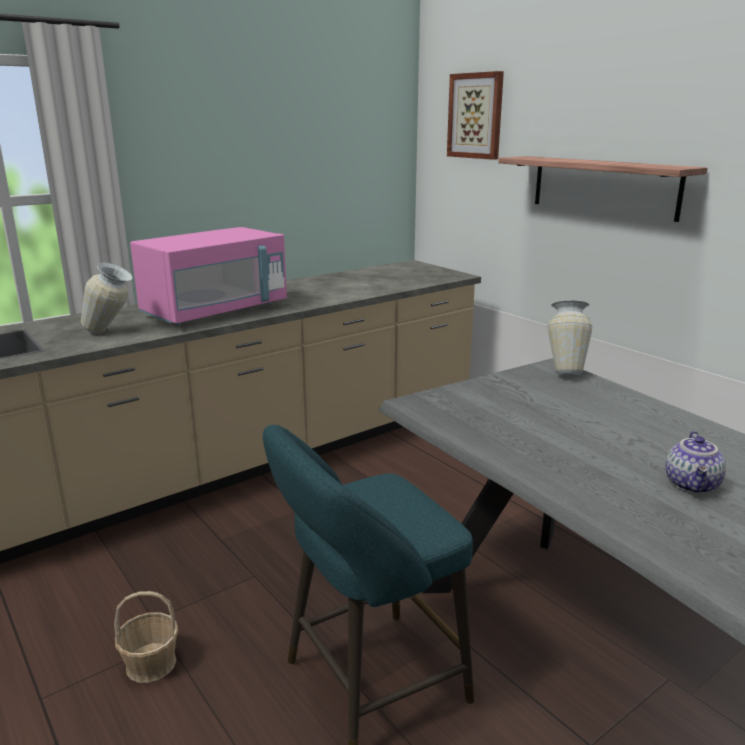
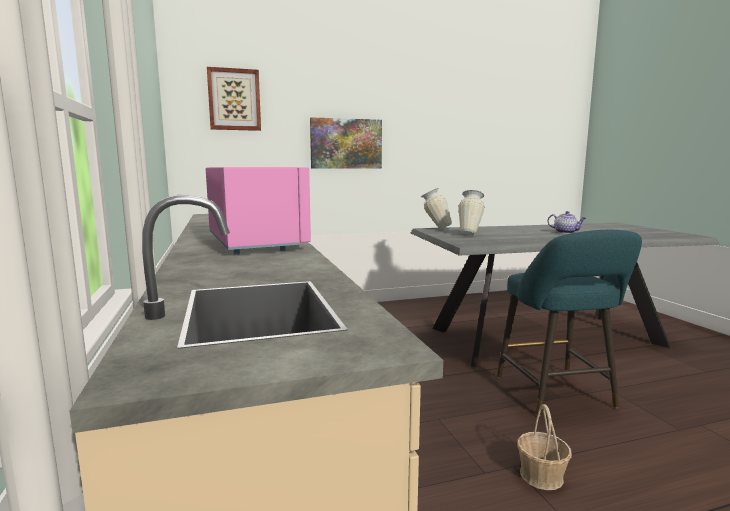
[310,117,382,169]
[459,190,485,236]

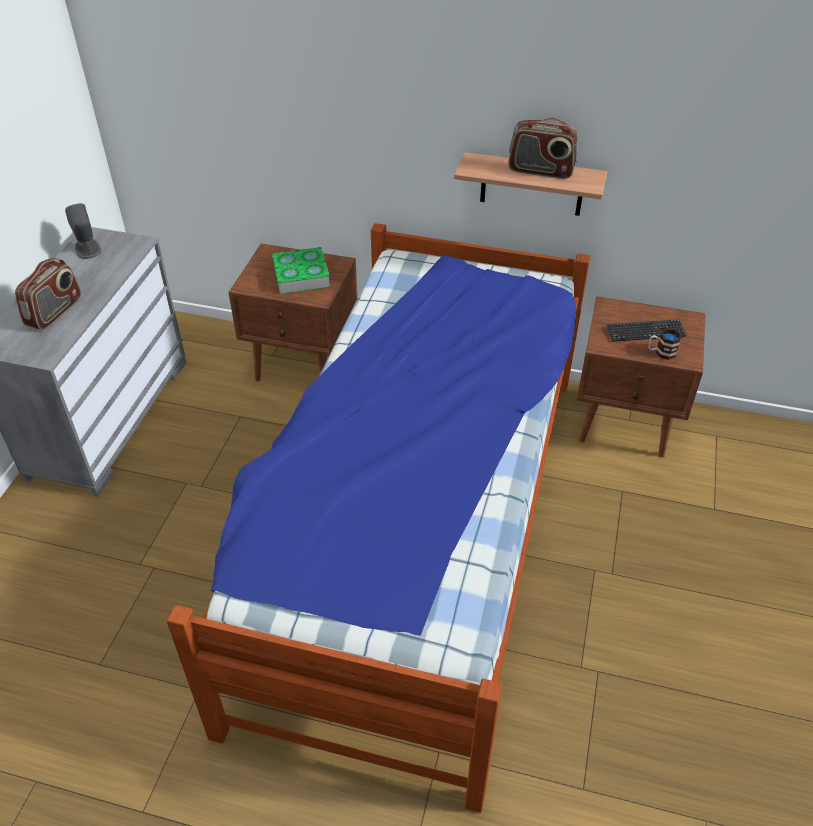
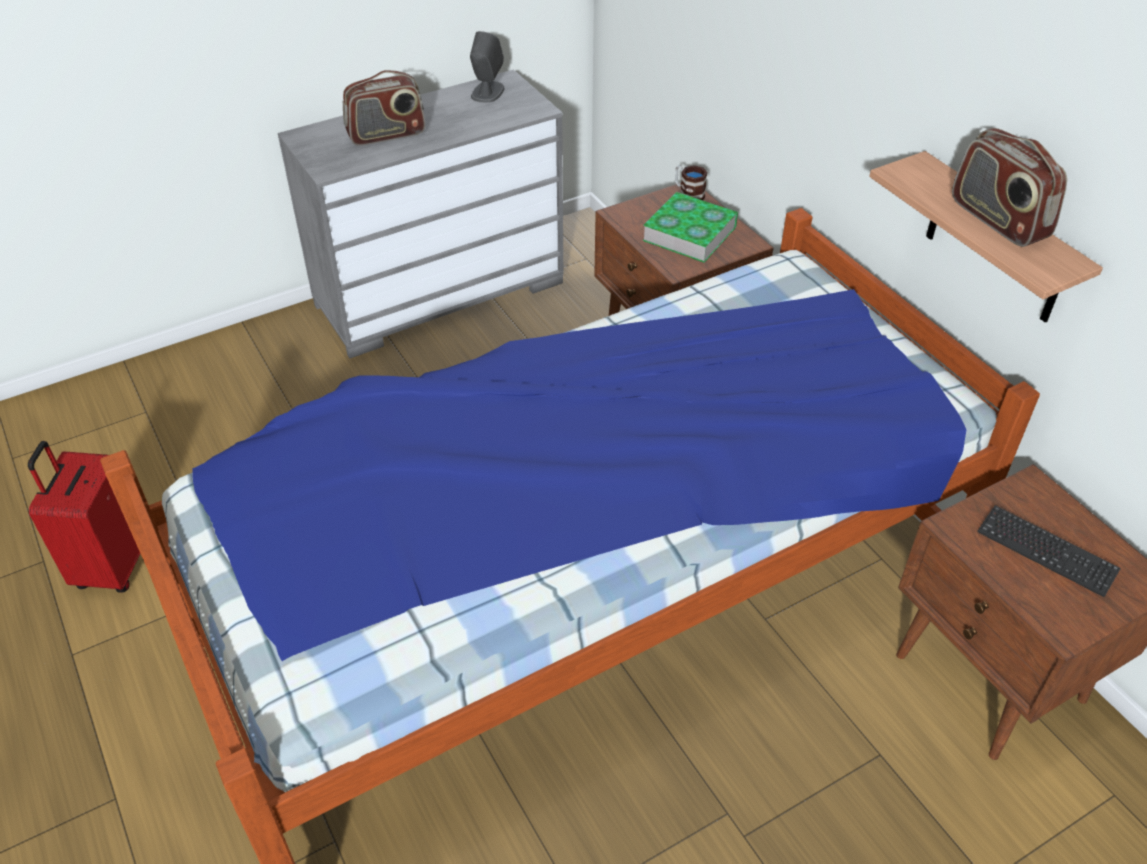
[675,165,708,200]
[28,441,140,593]

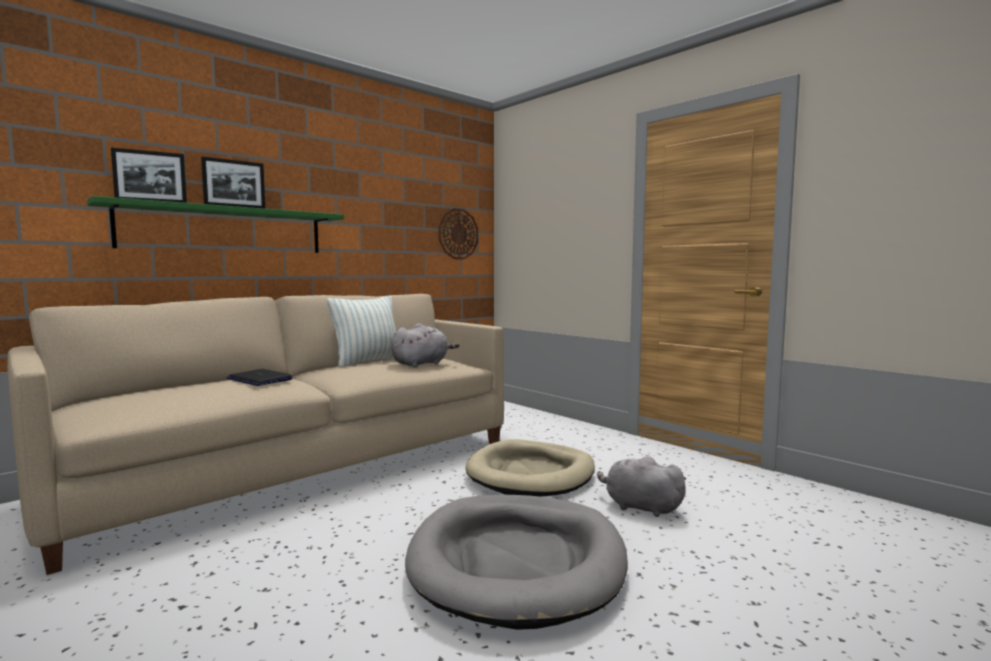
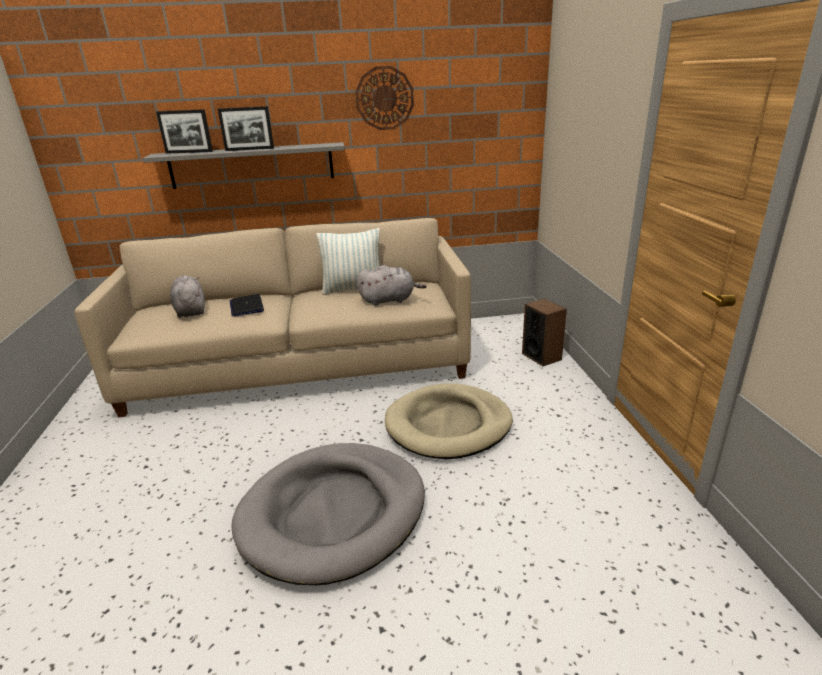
[143,142,345,189]
[355,66,414,130]
[170,275,205,318]
[522,299,567,366]

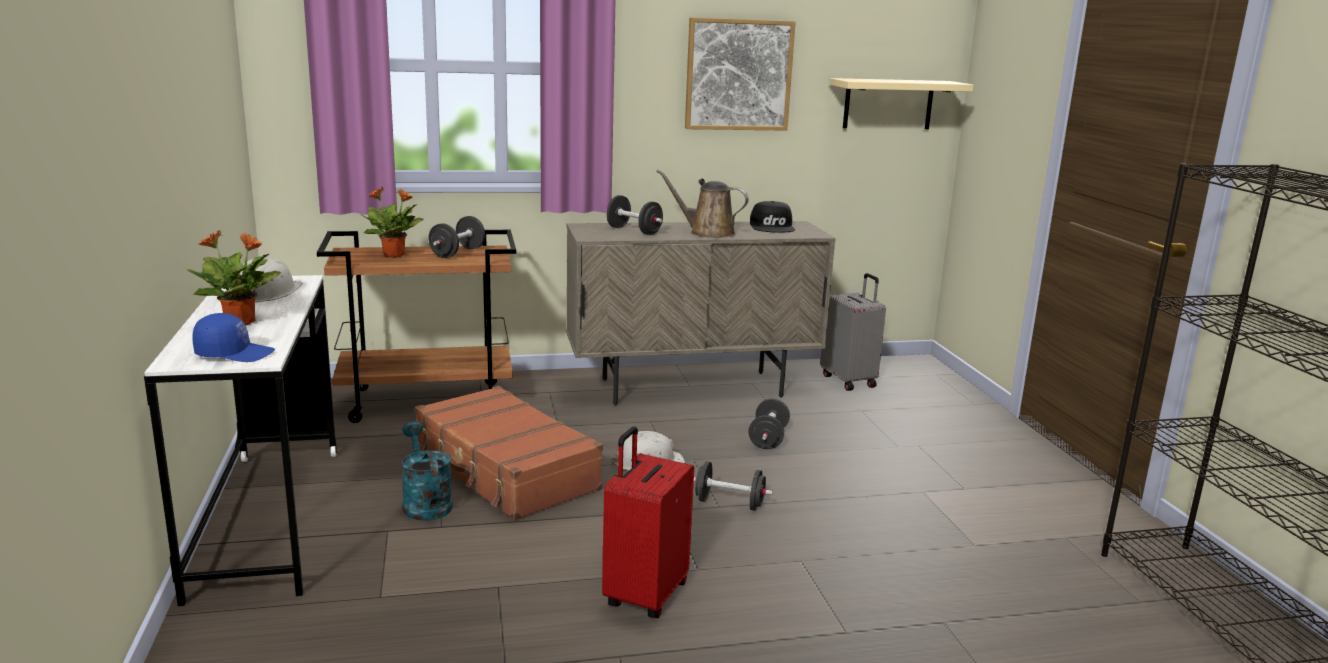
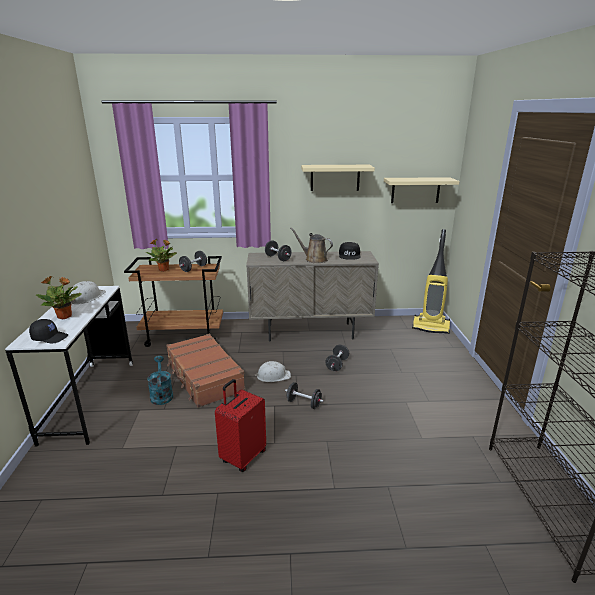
[301,165,375,191]
[820,273,886,391] (first image)
[29,319,68,343]
[412,229,450,334]

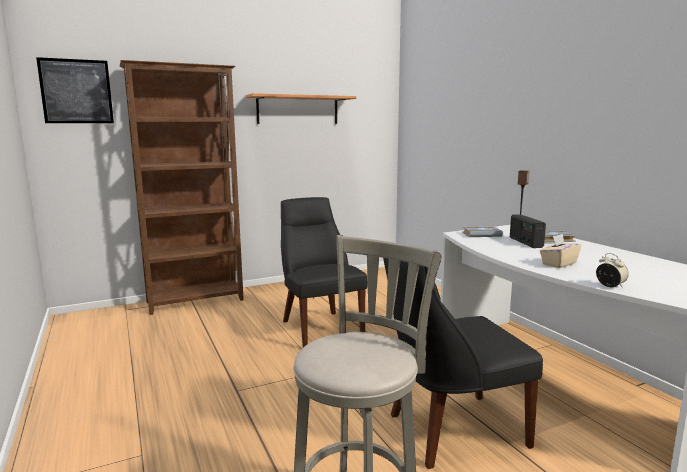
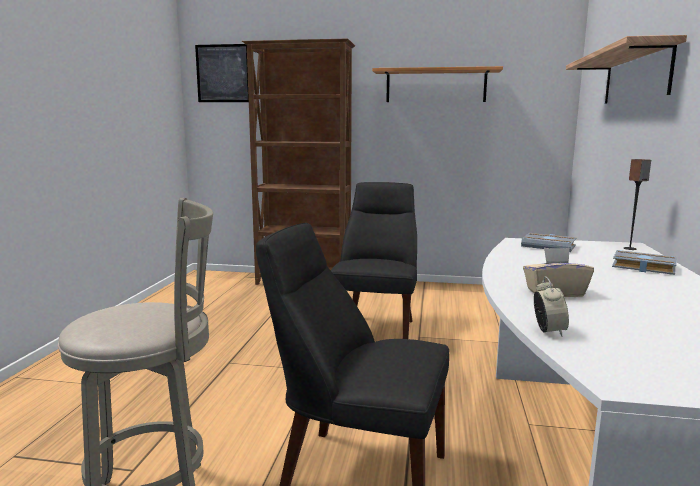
[510,214,546,248] (first image)
[566,35,687,104]

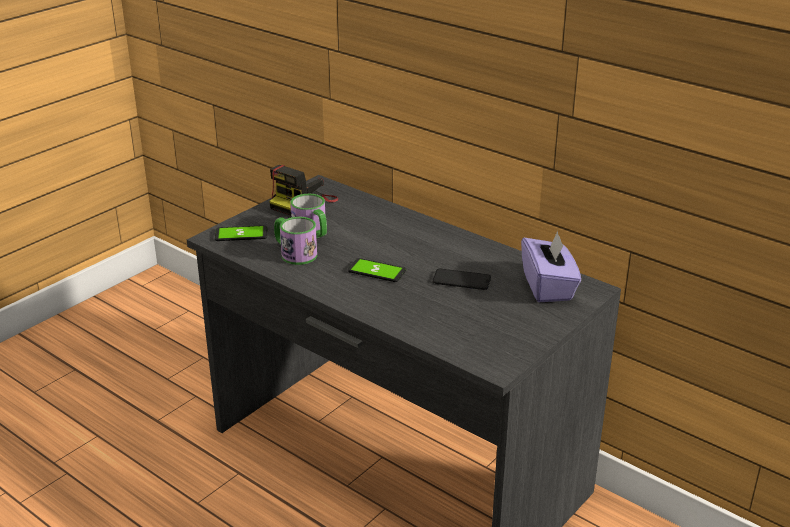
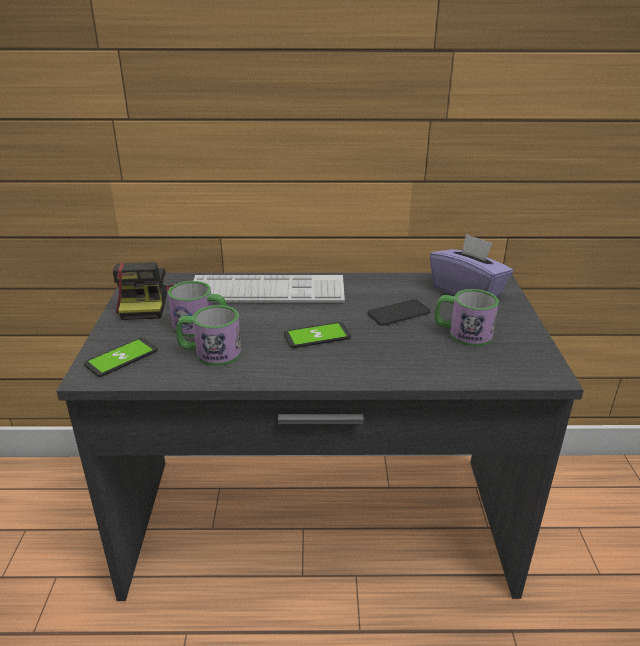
[193,275,345,303]
[435,289,499,346]

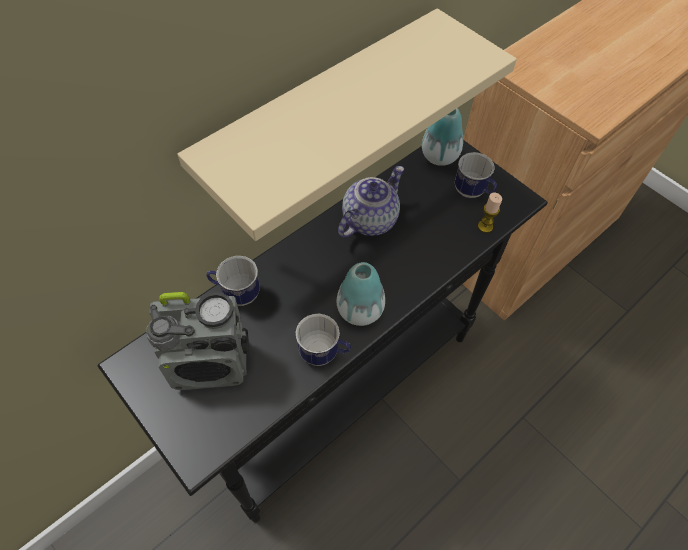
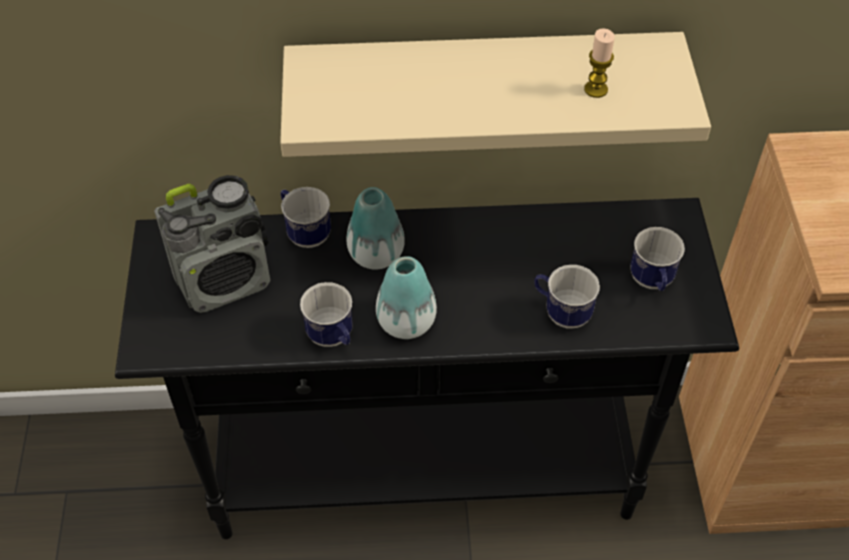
[346,187,405,270]
[338,166,404,238] (first image)
[584,28,615,98]
[154,175,270,313]
[534,265,600,328]

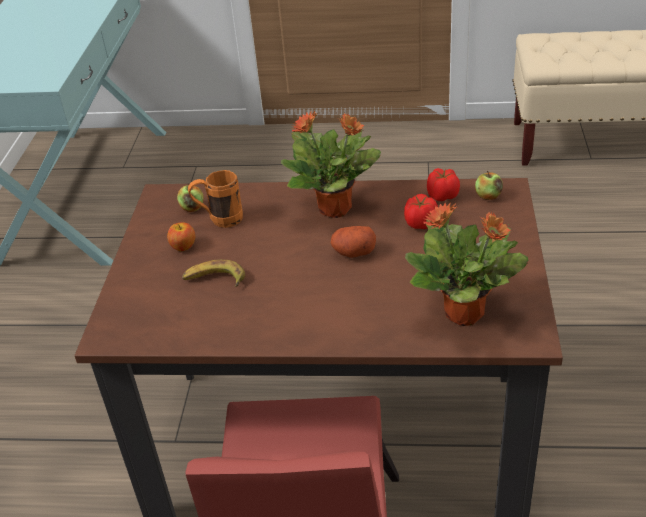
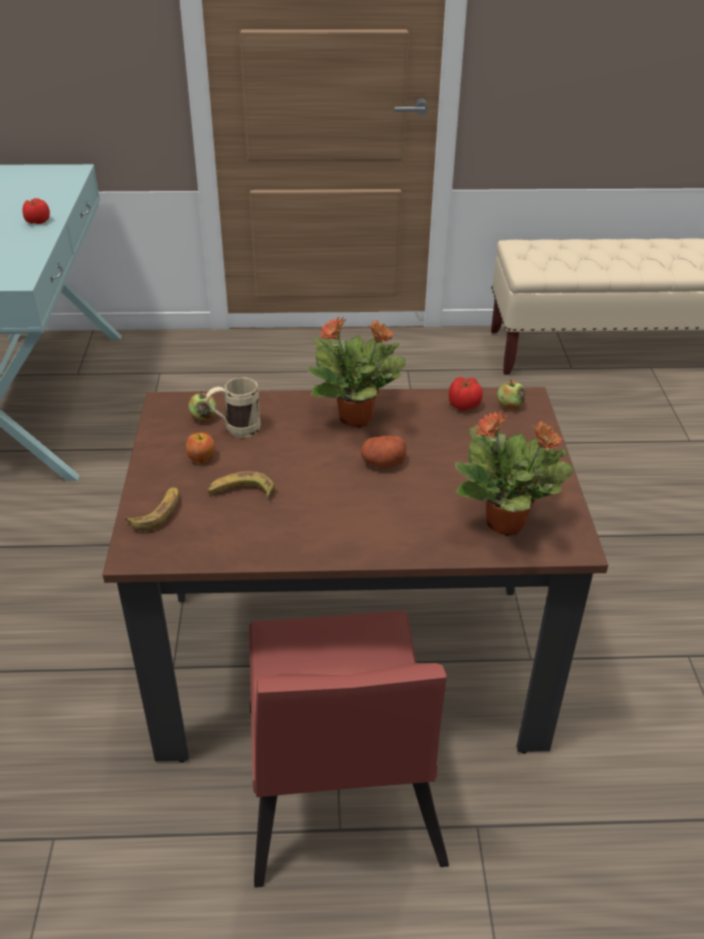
[206,377,261,438]
[22,198,50,224]
[125,487,179,531]

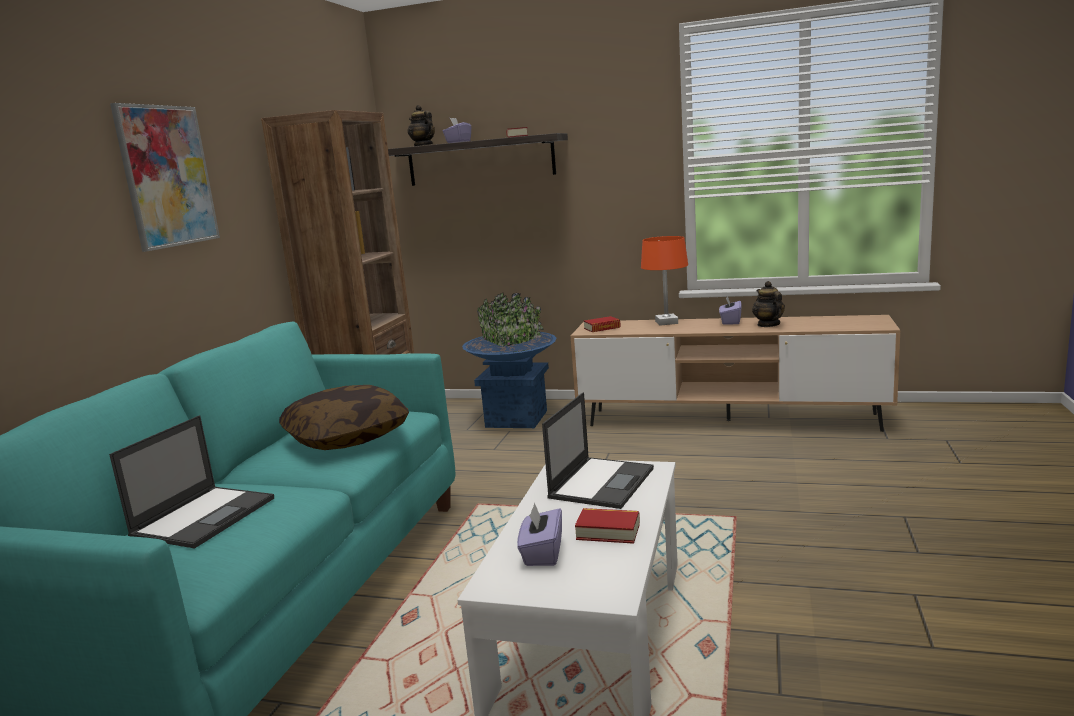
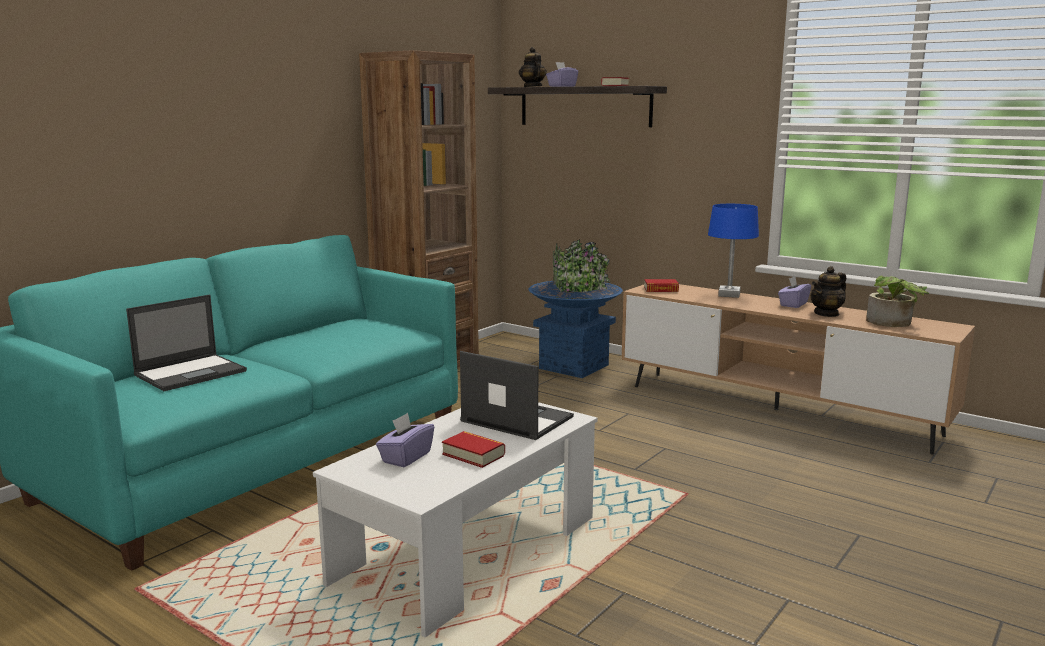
[110,103,220,252] (first image)
[708,204,759,298]
[810,266,846,317]
[279,385,409,450] (first image)
[460,351,574,440]
[866,276,929,327]

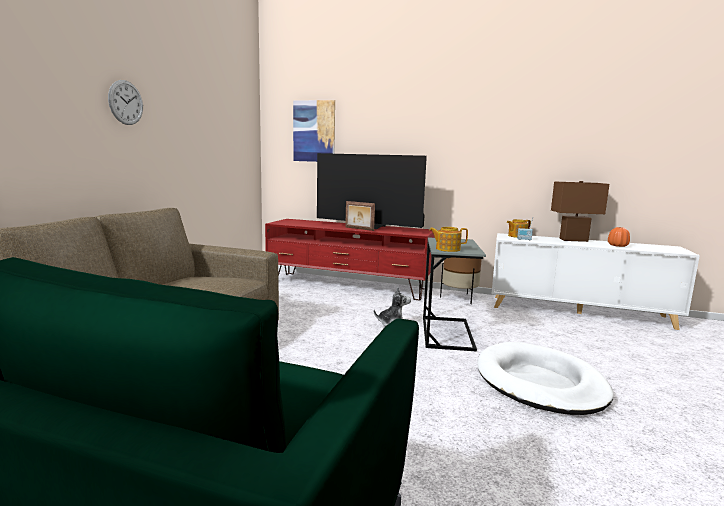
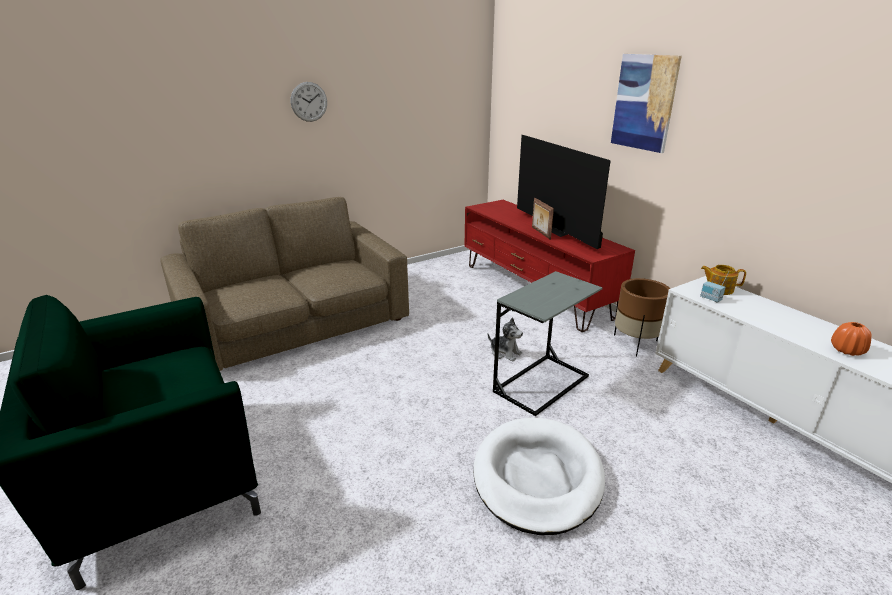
[611,54,682,153]
[551,181,609,242] (first image)
[429,227,468,252] (first image)

